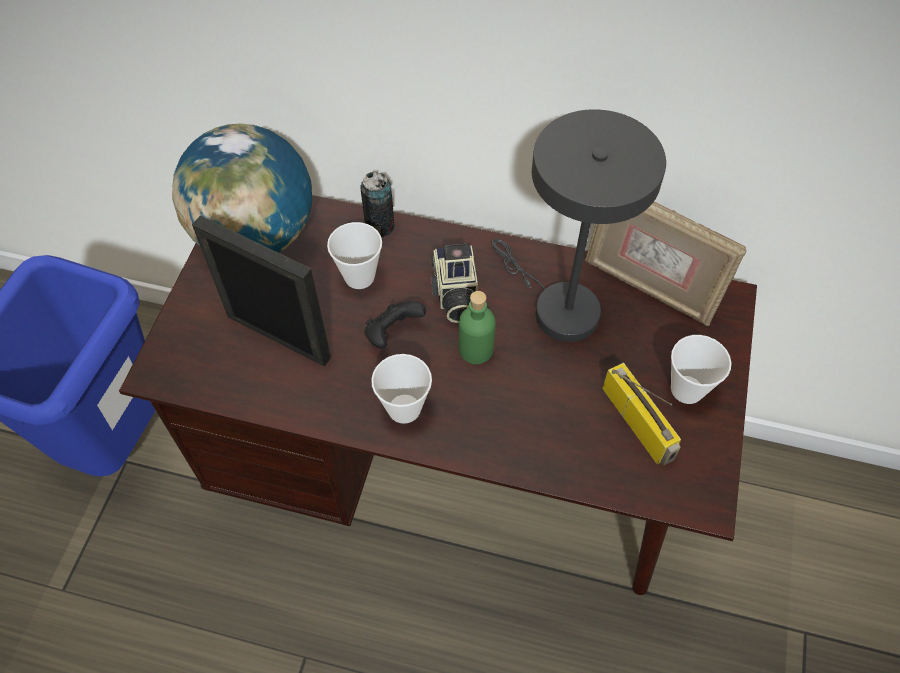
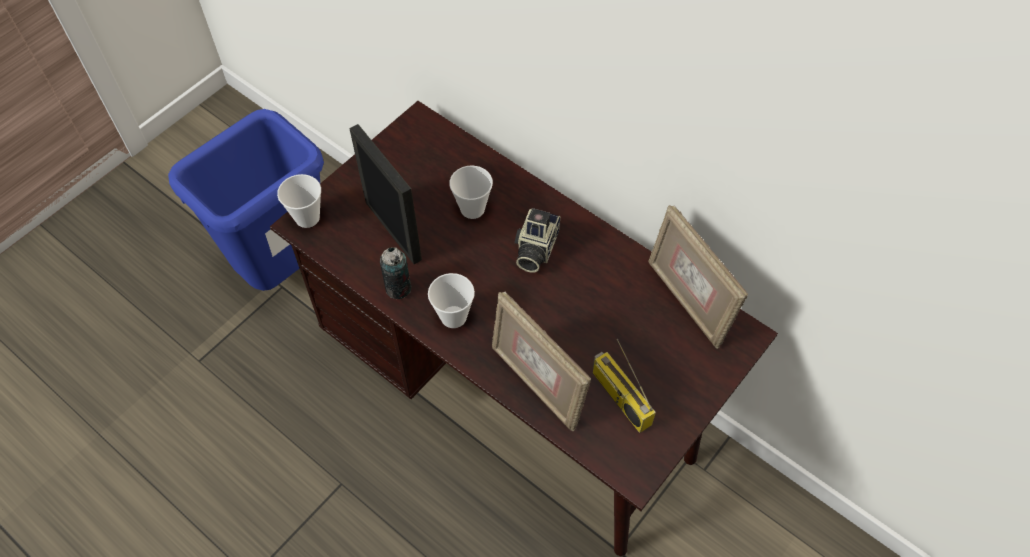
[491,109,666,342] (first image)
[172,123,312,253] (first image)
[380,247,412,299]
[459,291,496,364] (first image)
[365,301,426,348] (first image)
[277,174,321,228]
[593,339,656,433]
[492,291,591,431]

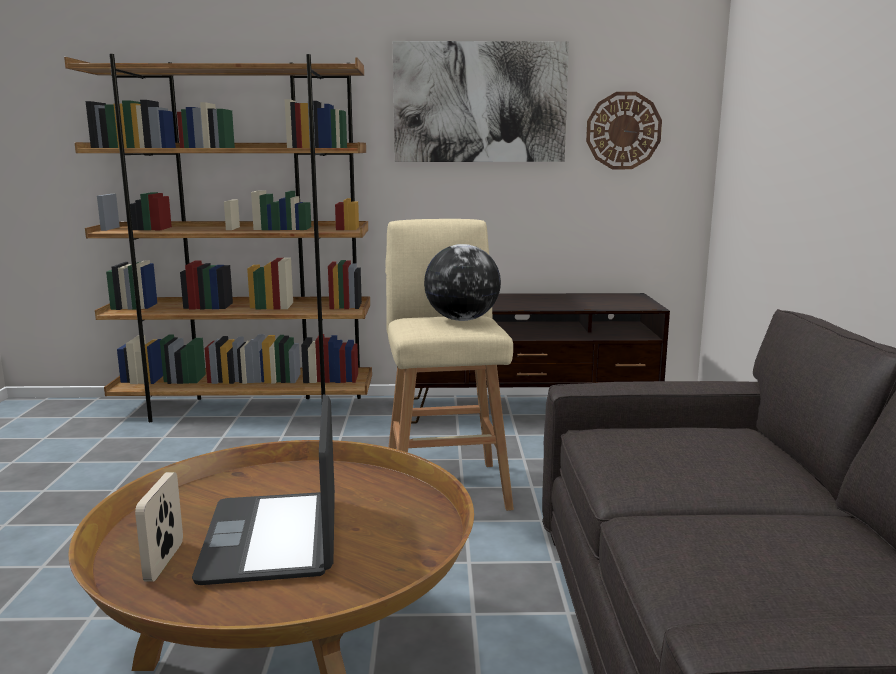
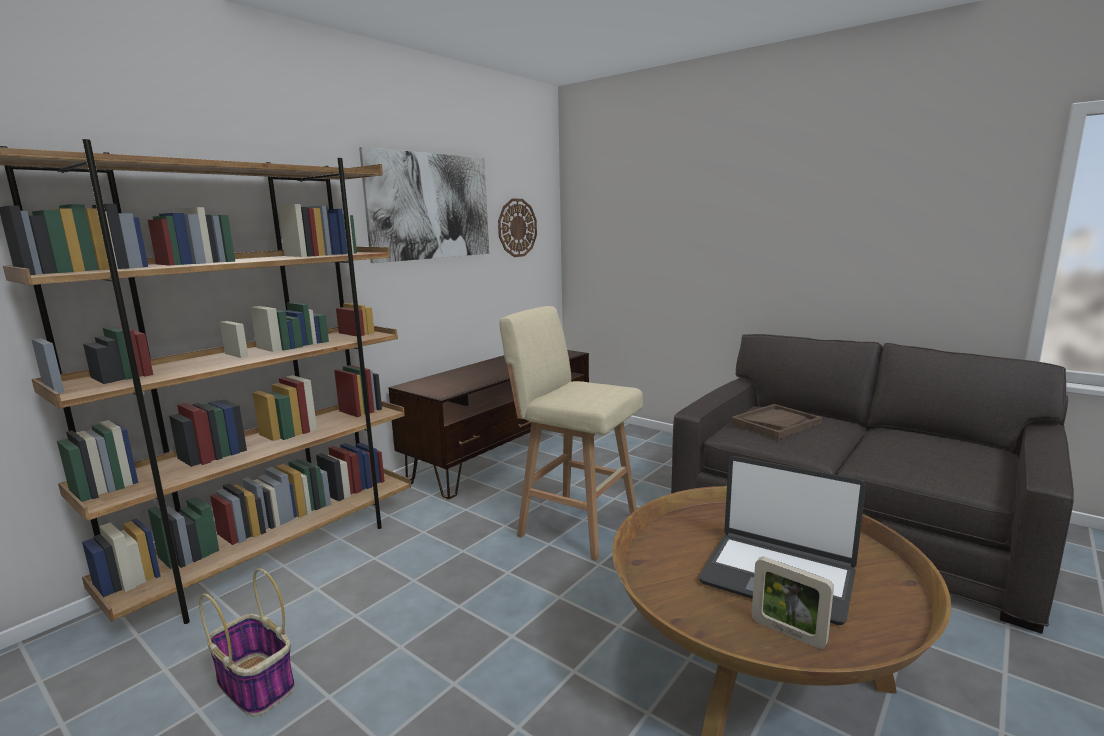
[424,244,501,321] (first image)
[731,404,822,439]
[199,568,295,717]

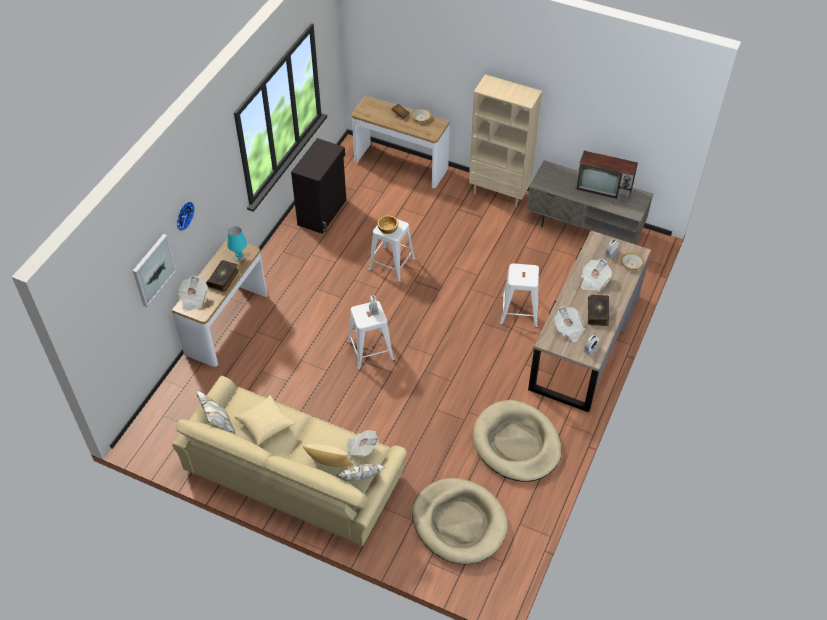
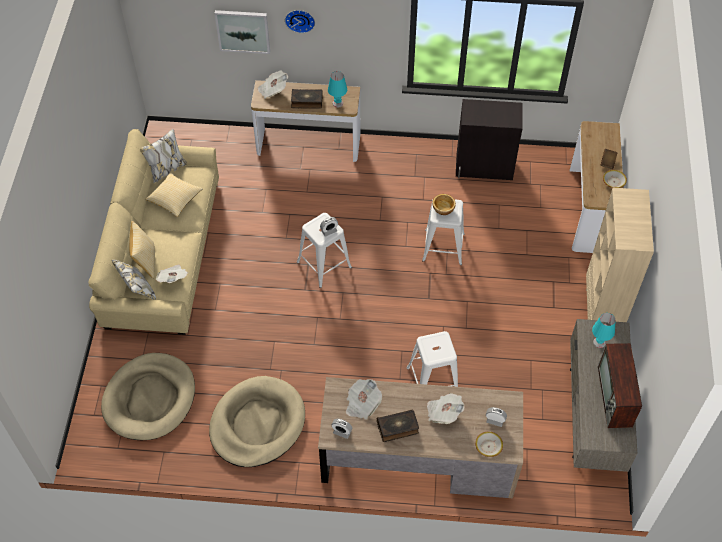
[592,313,616,348]

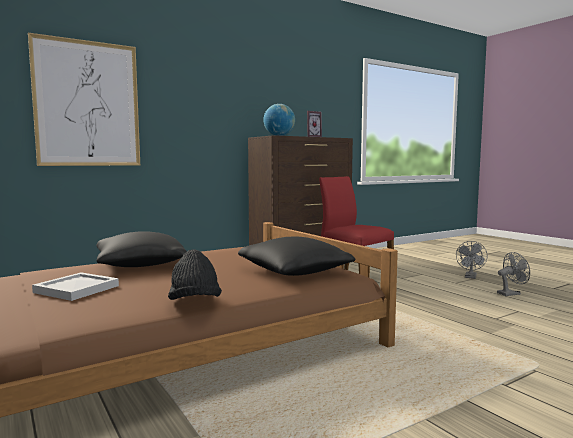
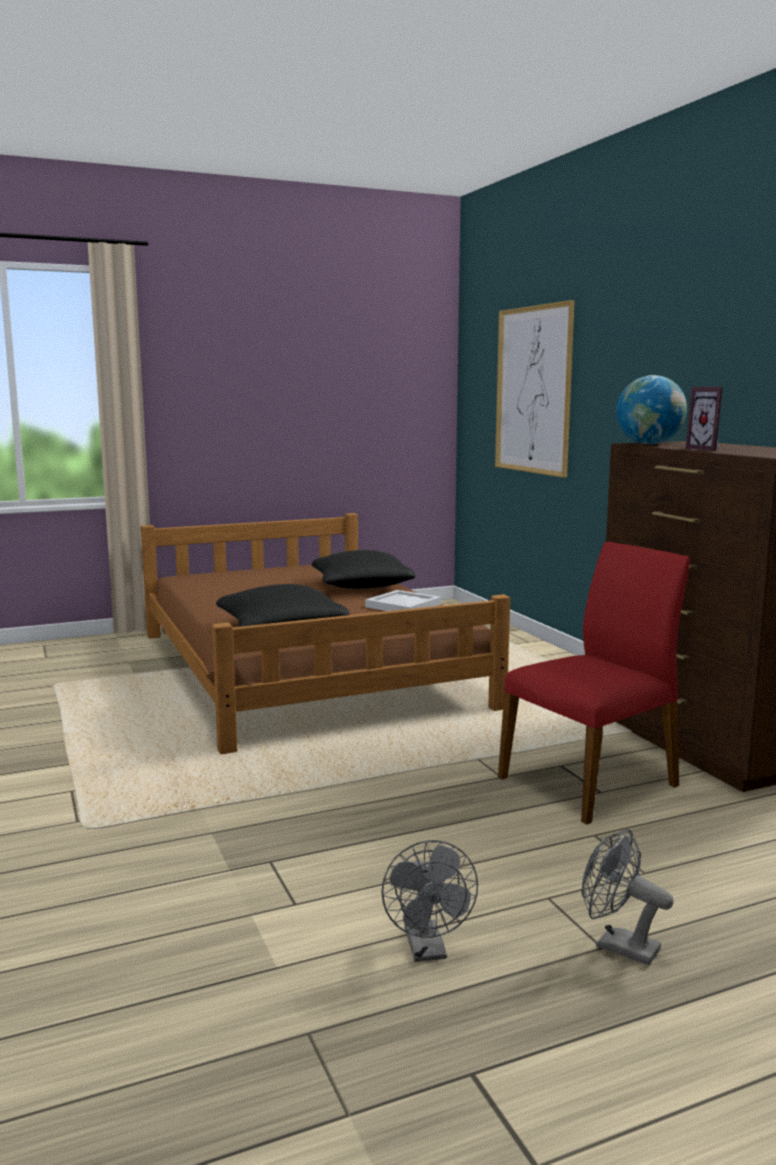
[168,249,222,300] (first image)
[365,590,441,611]

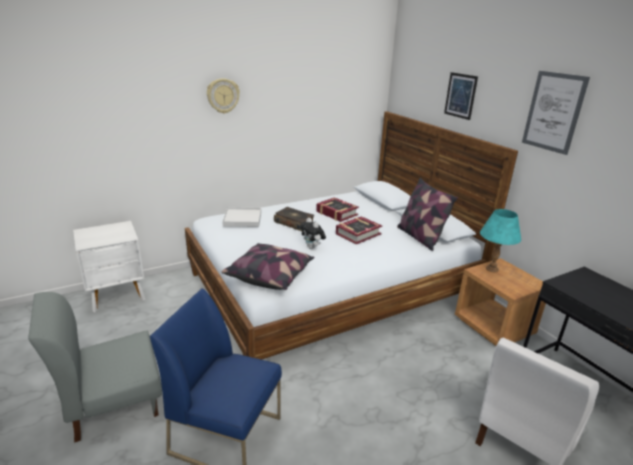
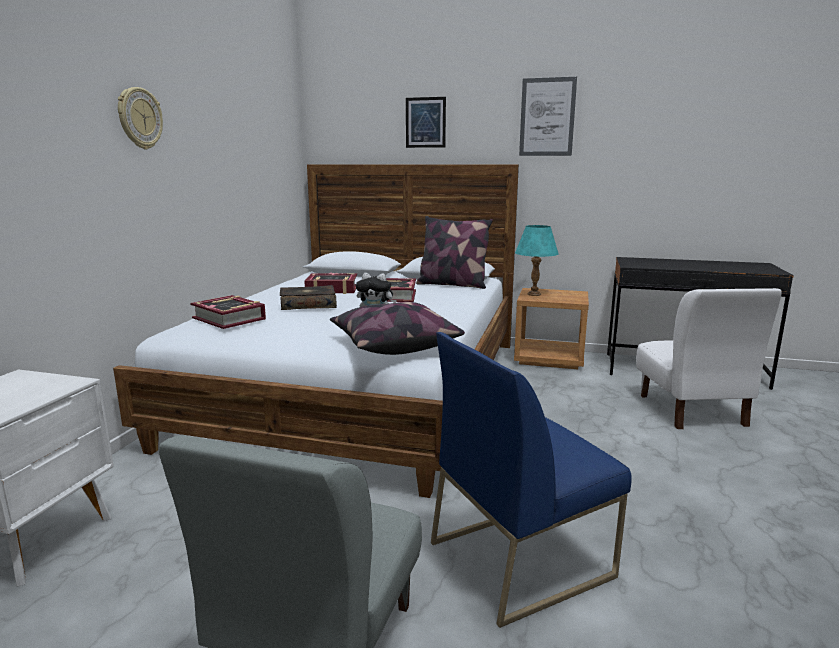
[190,295,266,329]

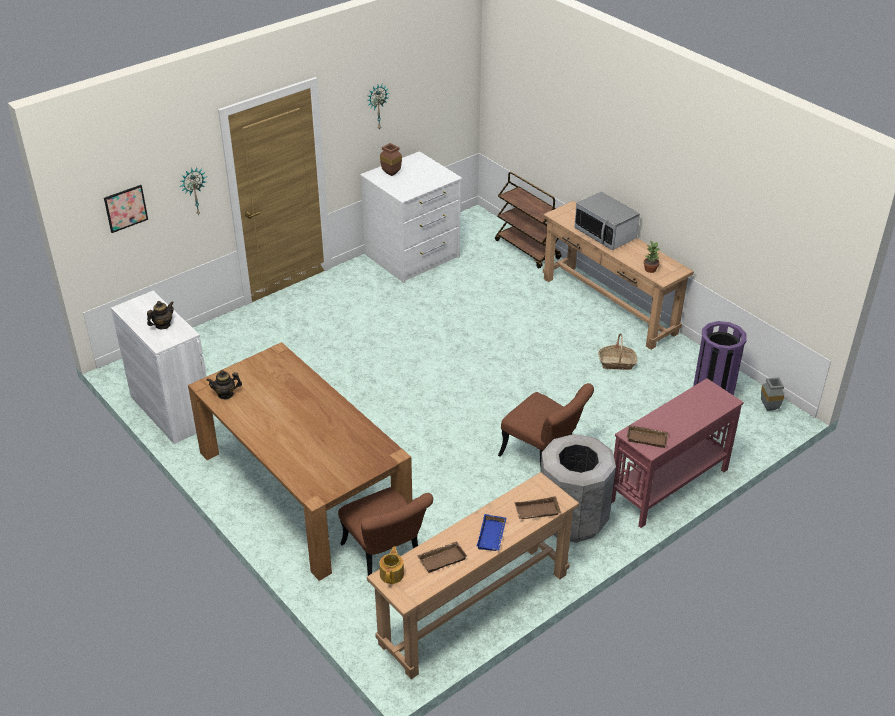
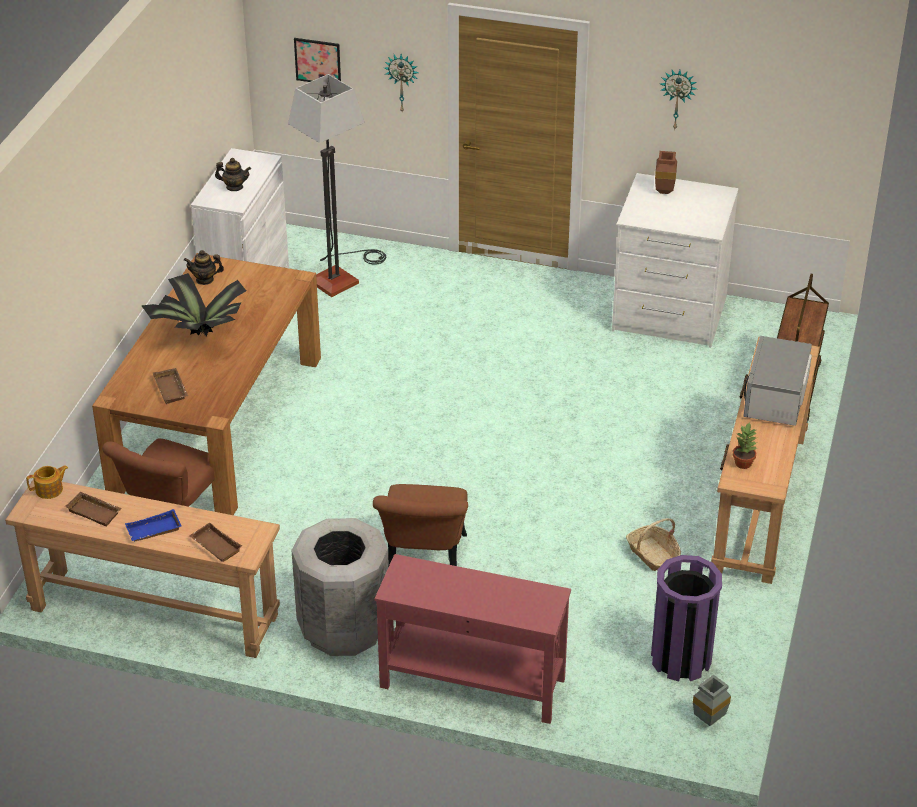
[184,250,224,285]
[153,368,188,404]
[288,74,386,297]
[141,273,246,336]

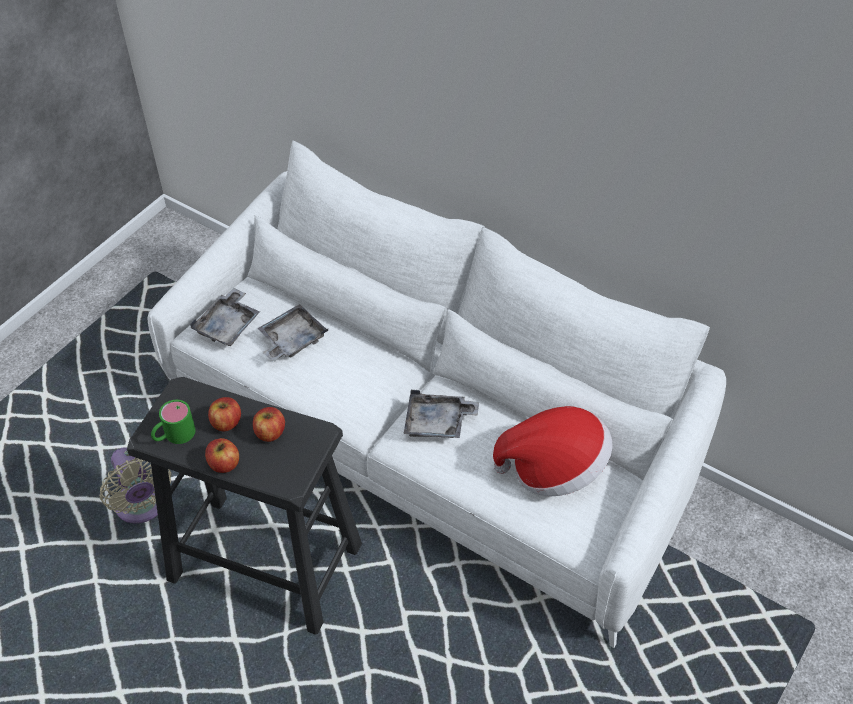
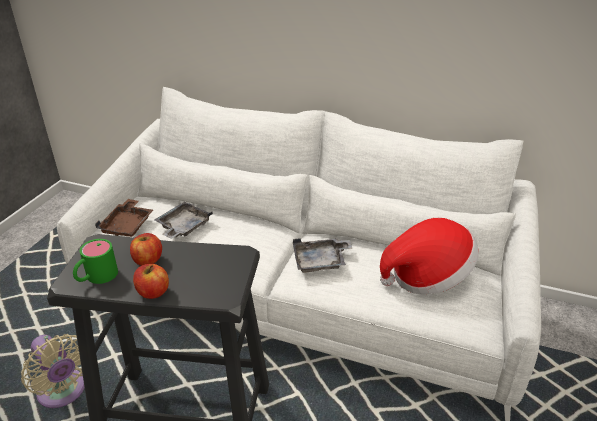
[95,199,153,237]
[253,407,285,442] (first image)

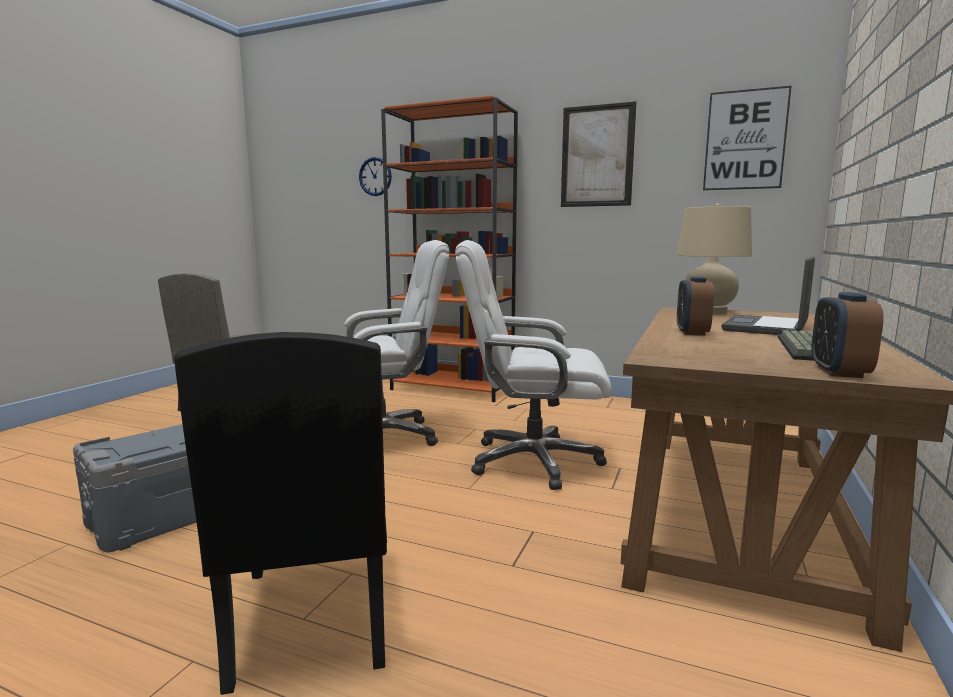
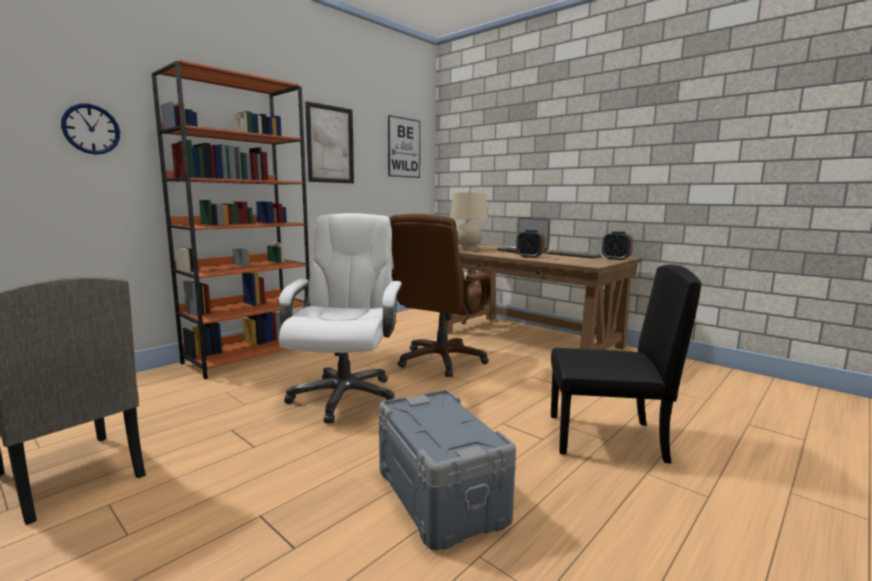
[390,214,491,377]

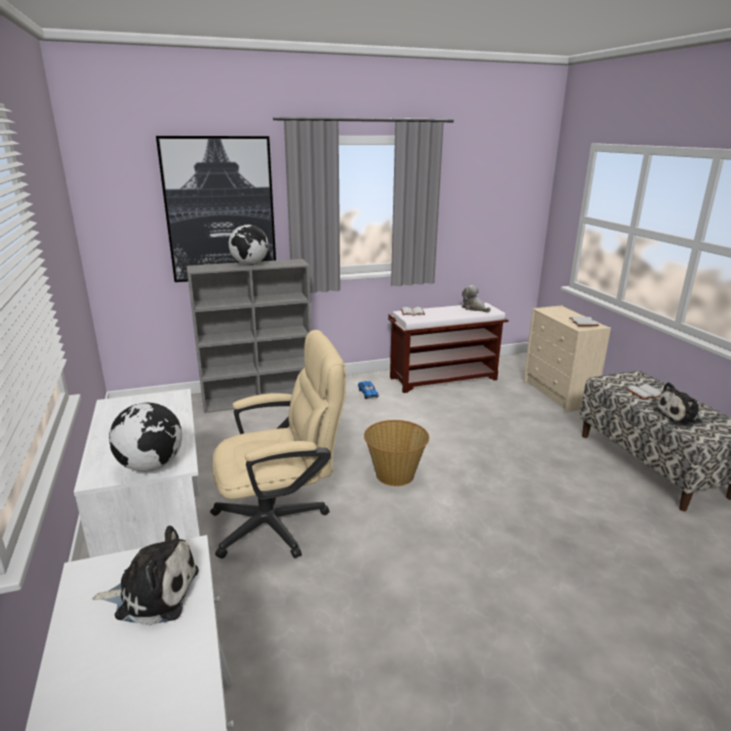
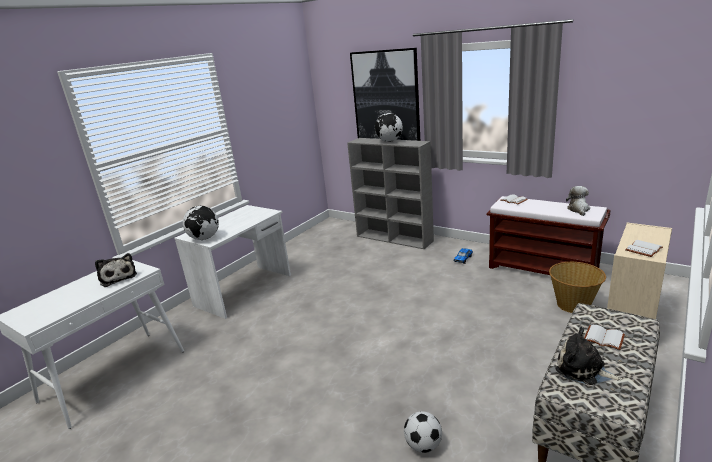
[210,330,346,559] (first image)
[549,262,606,313]
[404,411,442,453]

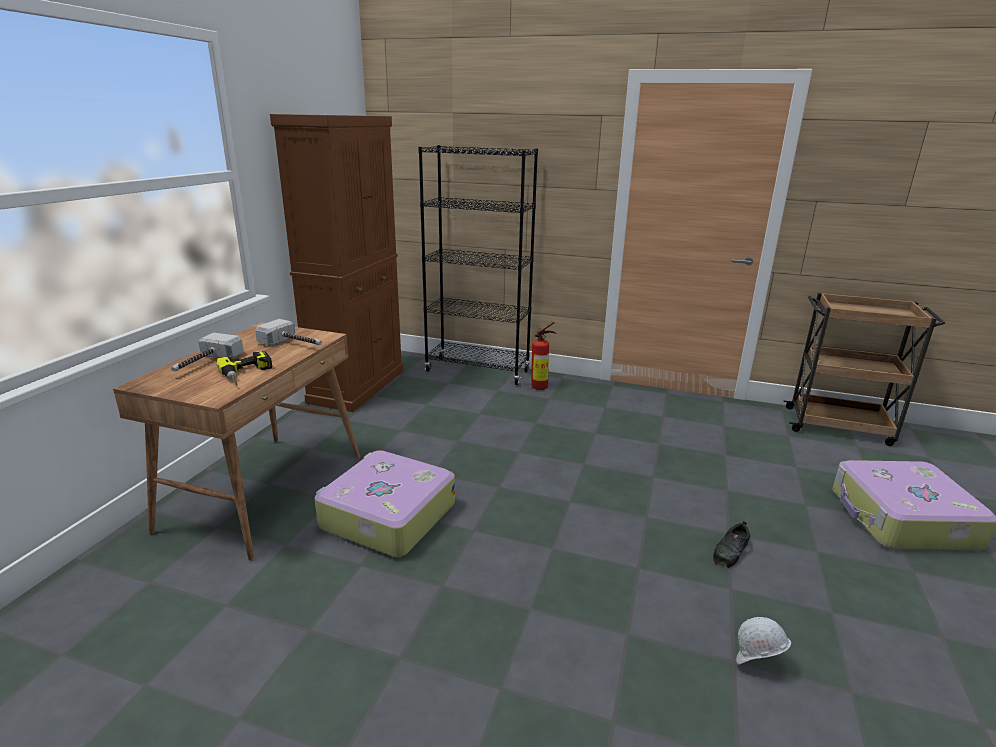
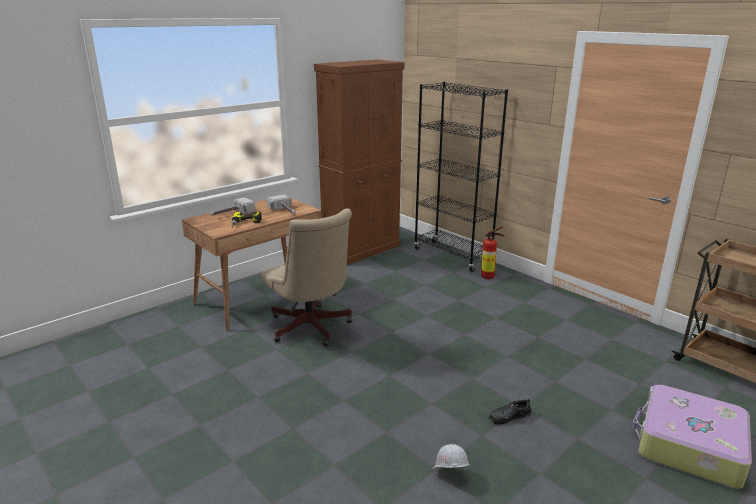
[261,208,353,346]

